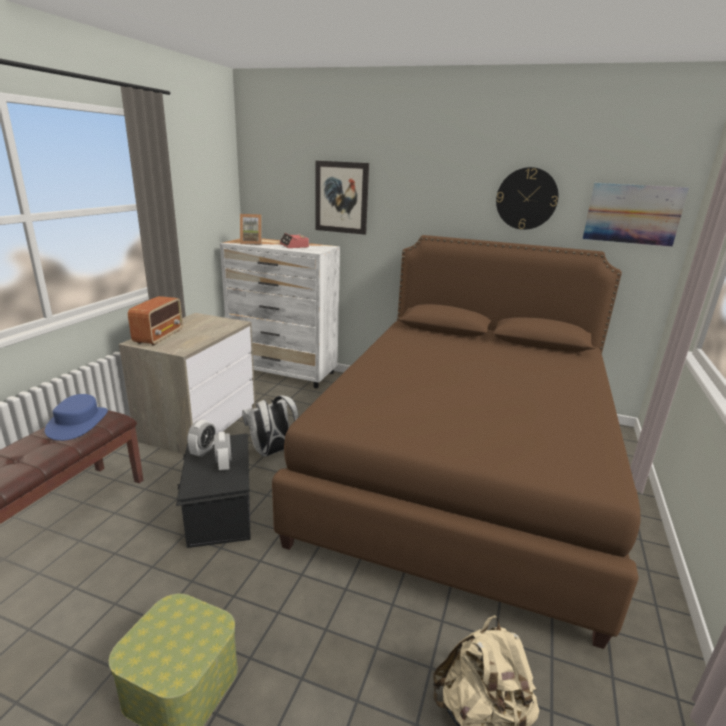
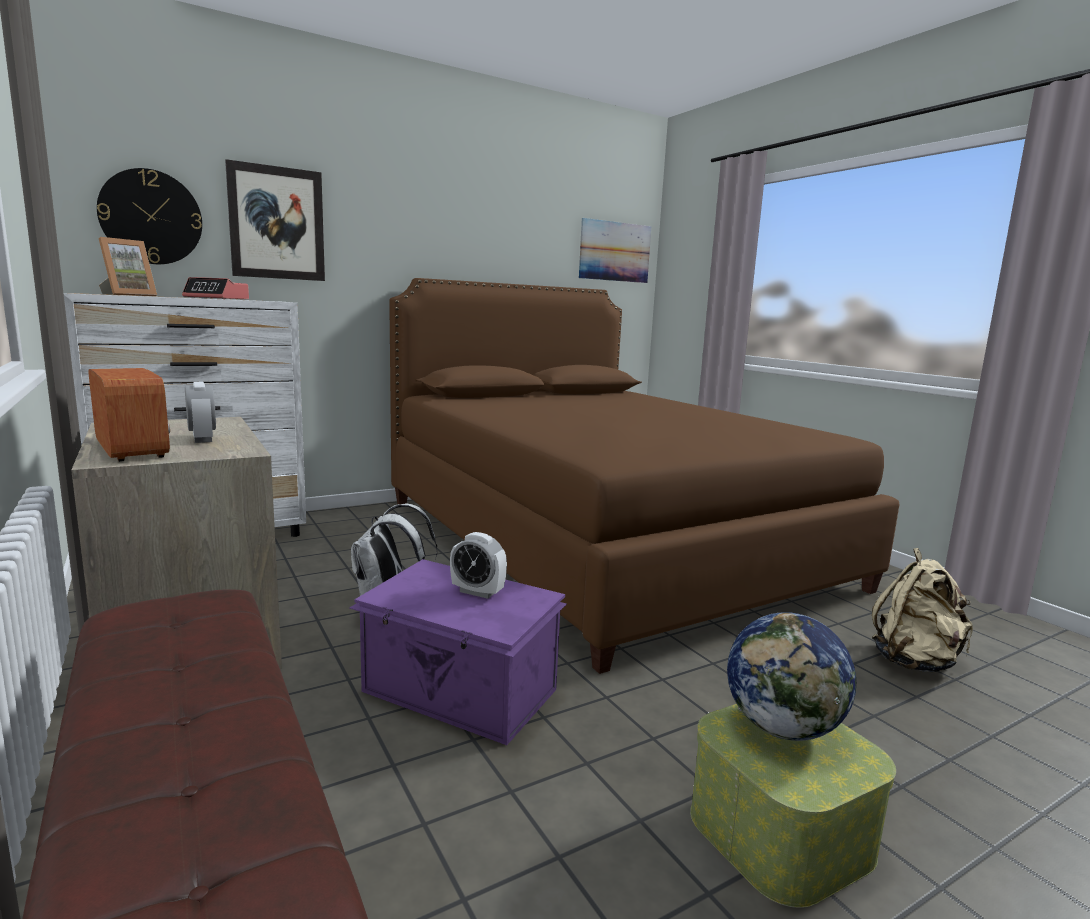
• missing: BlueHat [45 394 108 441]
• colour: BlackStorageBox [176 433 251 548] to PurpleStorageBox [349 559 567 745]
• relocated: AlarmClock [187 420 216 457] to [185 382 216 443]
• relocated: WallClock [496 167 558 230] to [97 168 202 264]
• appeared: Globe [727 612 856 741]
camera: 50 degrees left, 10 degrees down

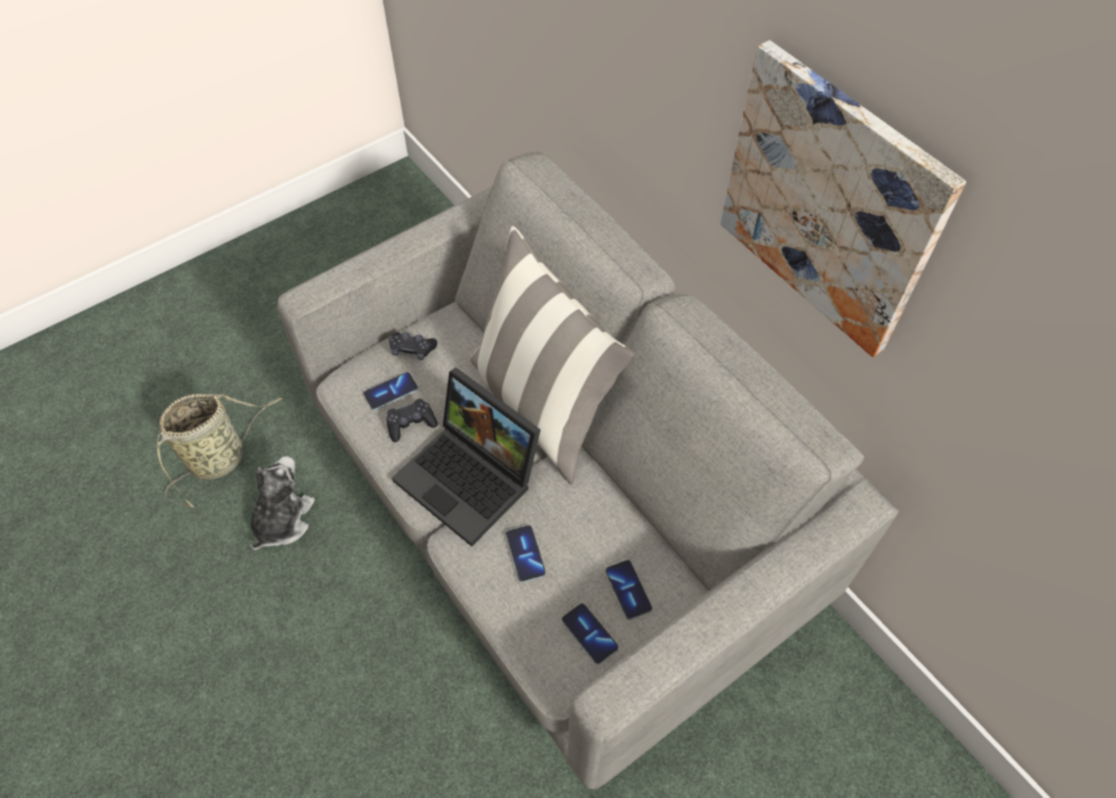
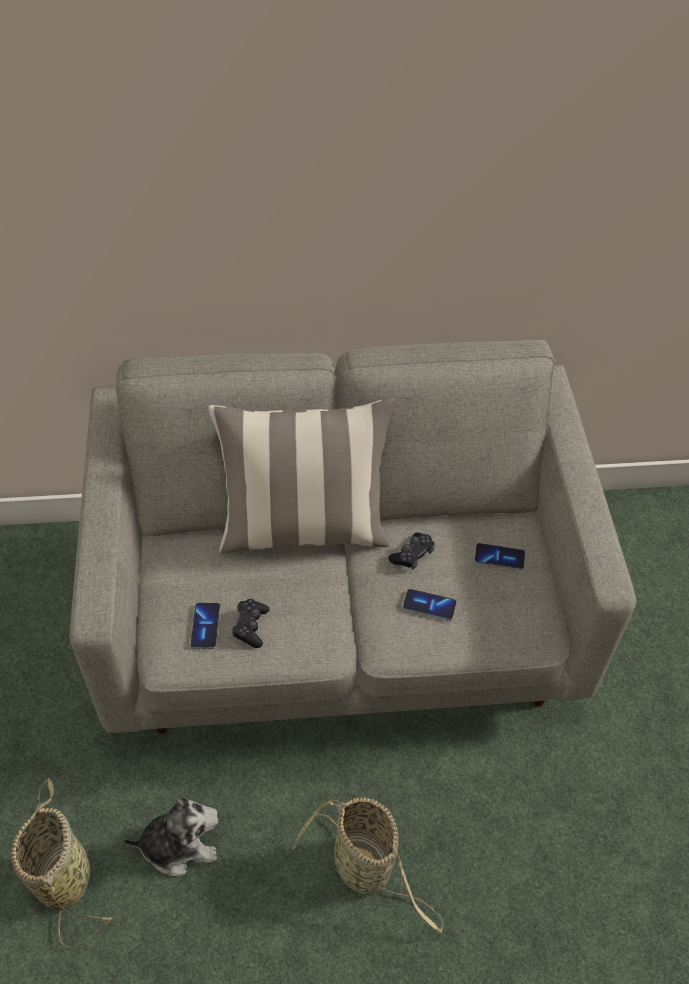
• spun: PlushToy [250 456 315 550] = [122 798 218 876] 120 degrees clockwise
• relocated: BlackGameController [389 332 437 360] to [389 532 435 570]
• missing: Laptop [392 368 541 547]
• missing: Phone [562 603 618 664]
• missing: Picture [720 40 966 357]
• appeared: Basket [293 797 444 933]
camera: 60 degrees left, 5 degrees down

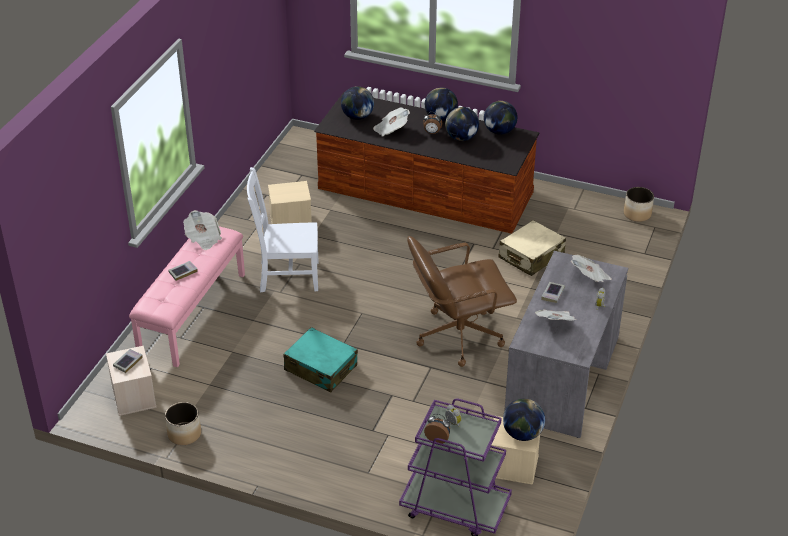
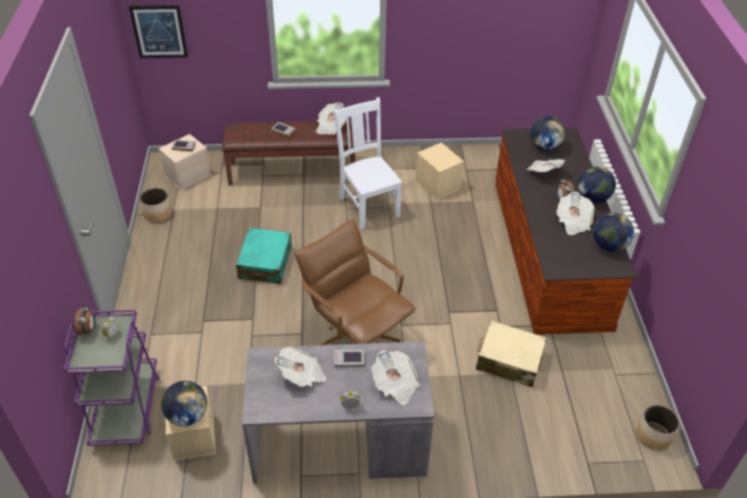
• colour: PinkBench [129 226 245 367] to BrownBench [222 121 355 186]
• exchanged: Globe [445 107 479 141] to Newspaper [556 192 595 235]
• appeared: Picture [129 5 188 58]
camera: 65 degrees right, 5 degrees up

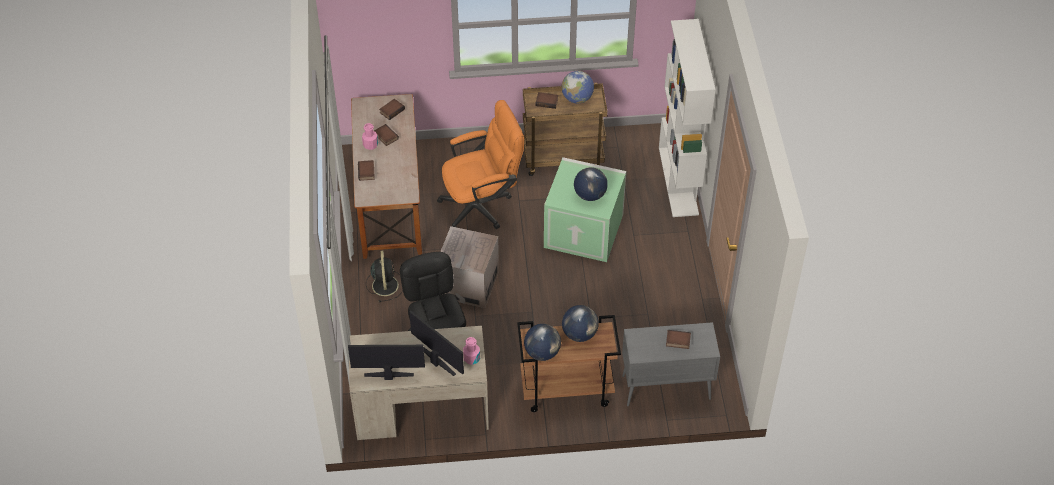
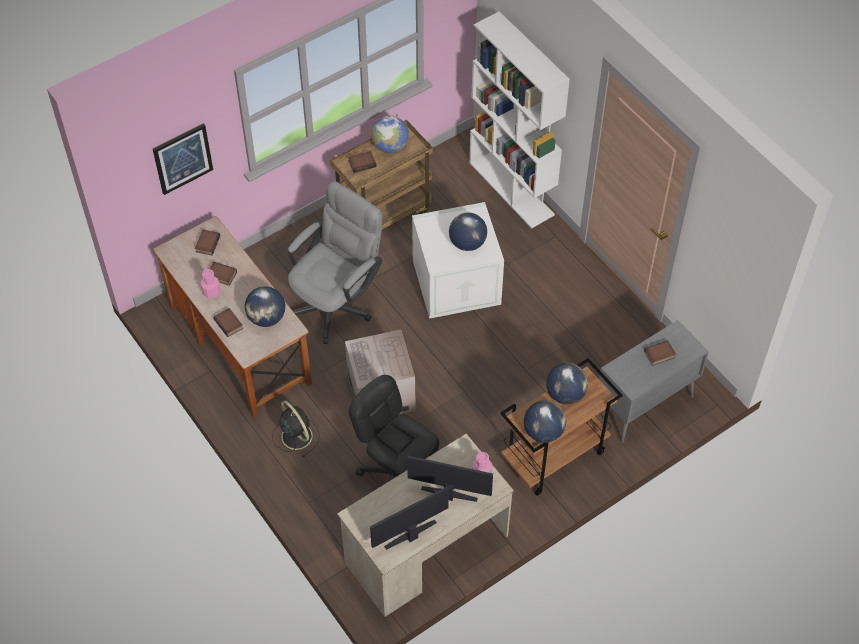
• colour: OrangeOfficeChair [437 100 524 229] to GreyOfficeChair [288 181 383 344]
• colour: GreenStorageBox [544 157 626 262] to WhiteStorageBox [412 202 504 319]
• appeared: Picture [153 123 213 195]
• appeared: Globe [245 286 285 327]
camera: 30 degrees left, 5 degrees up

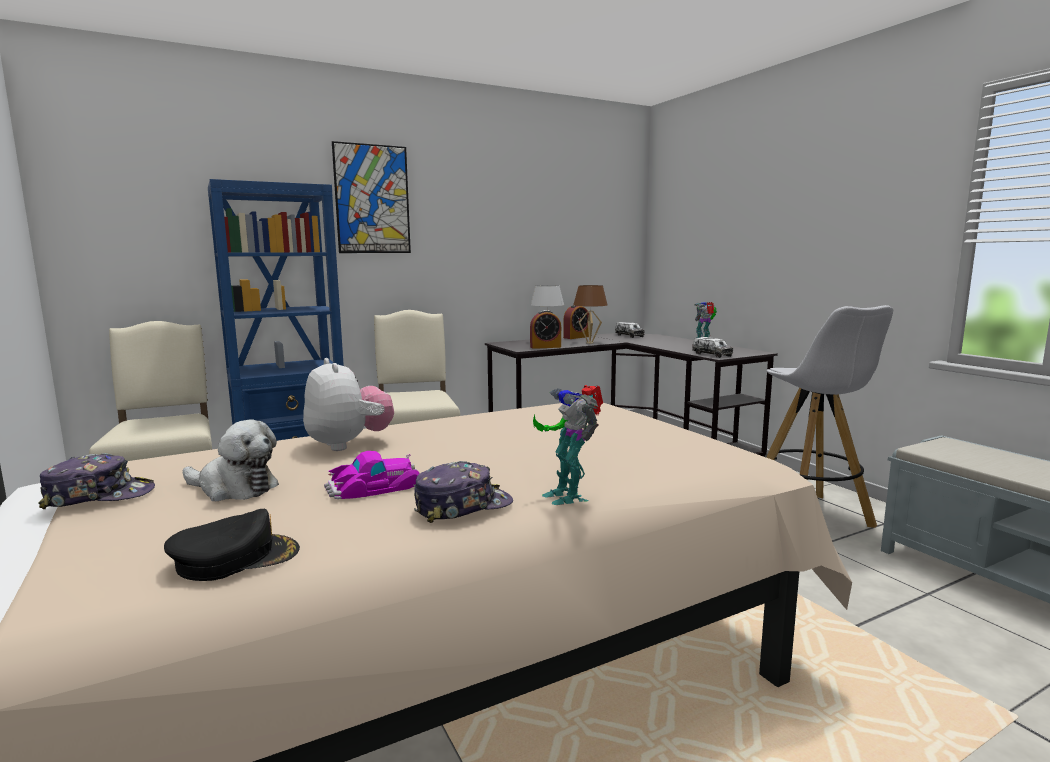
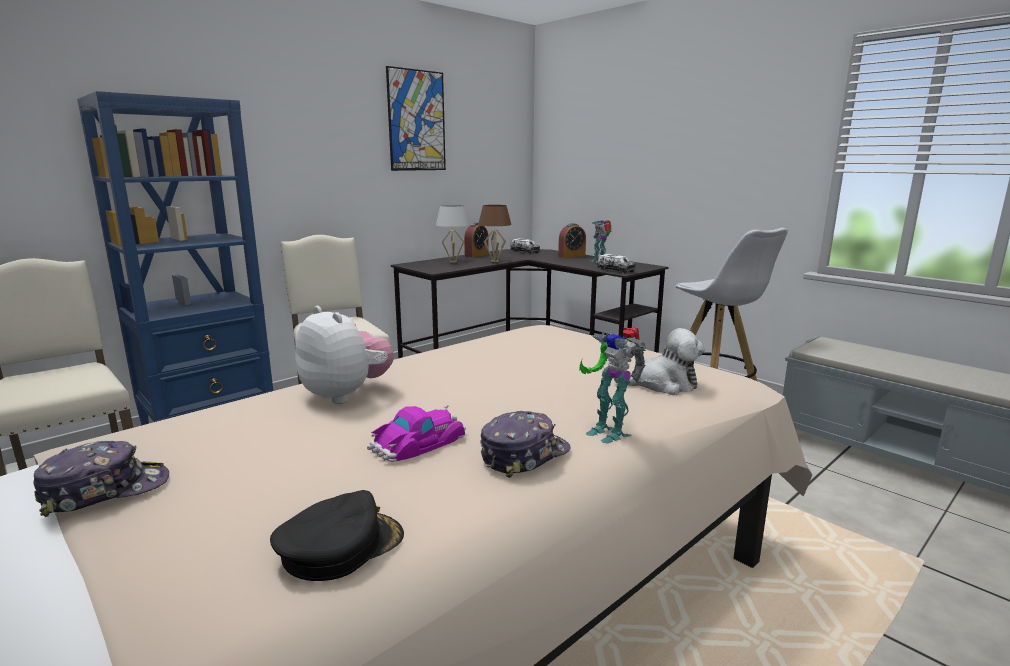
• relocated: PlushToy [183 419 279 501] to [613 328 705 395]
• relocated: Picture [332 141 411 253] to [386 66 446 171]
• relocated: AlarmClock [530 310 561 349] to [558 223 586 258]
camera: 15 degrees left, 5 degrees up

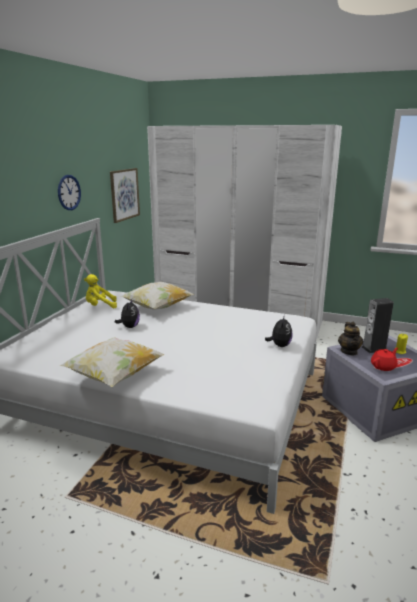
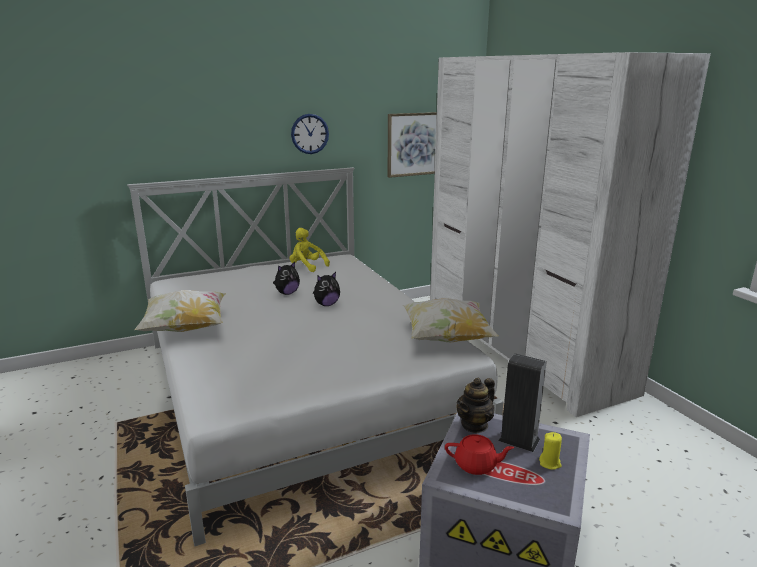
• relocated: Pillow [120 282 194 310] to [403 299 499 342]
• relocated: PlushToy [265 315 293 347] to [313 272 340 306]
camera: 45 degrees right, 0 degrees up

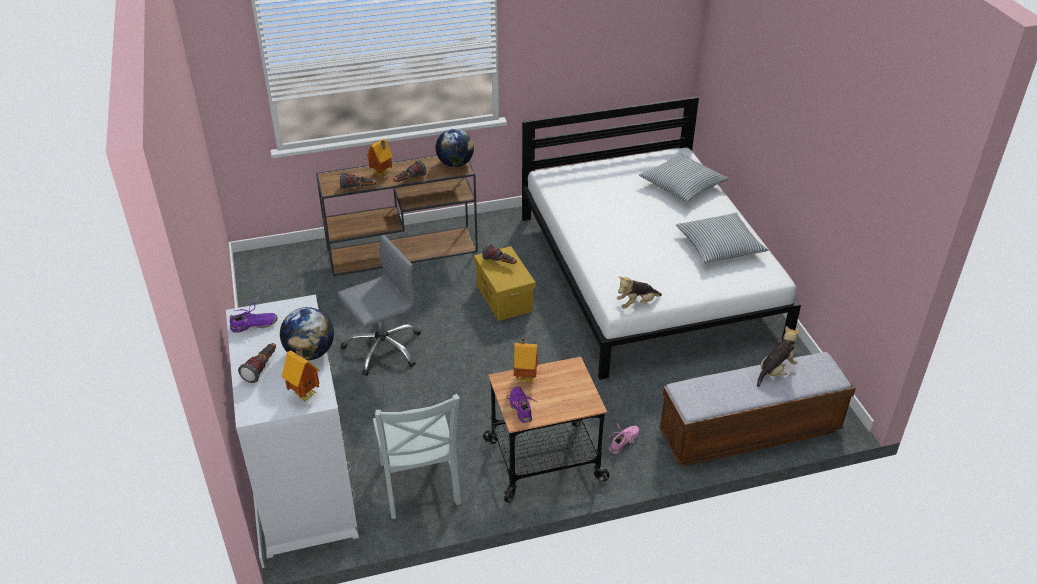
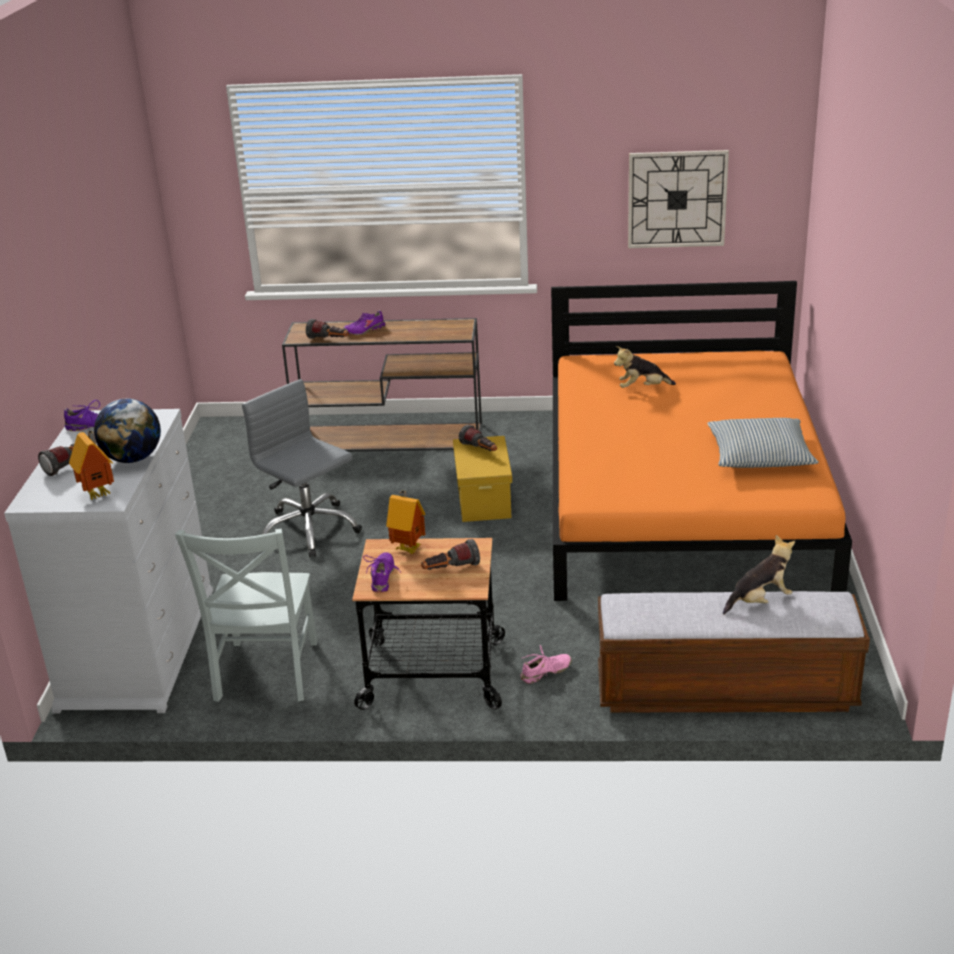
• spun: GreyOfficeChair [337 235 421 376] = [242 379 362 557] 120 degrees counterclockwise
• exchanged: ToyHouse [367 139 393 178] to PurpleShoe [343 310 385 335]
• relocated: Flashlight [393 160 426 182] to [421 539 480 570]
• missing: Globe [436 129 474 167]
• colour: WhiteBed [522 96 801 380] to OrangeBed [551 281 852 601]
• relocated: PlushToy [617 276 662 309] to [614 346 676 388]
• missing: Pillow [639 154 729 202]
• appeared: WallClock [628 150 729 248]
camera: 20 degrees right, 10 degrees down

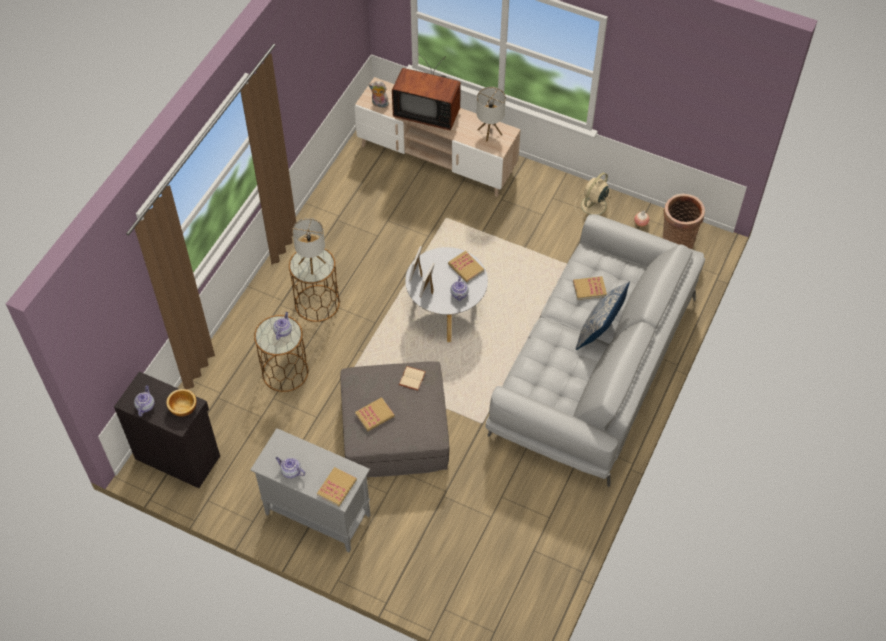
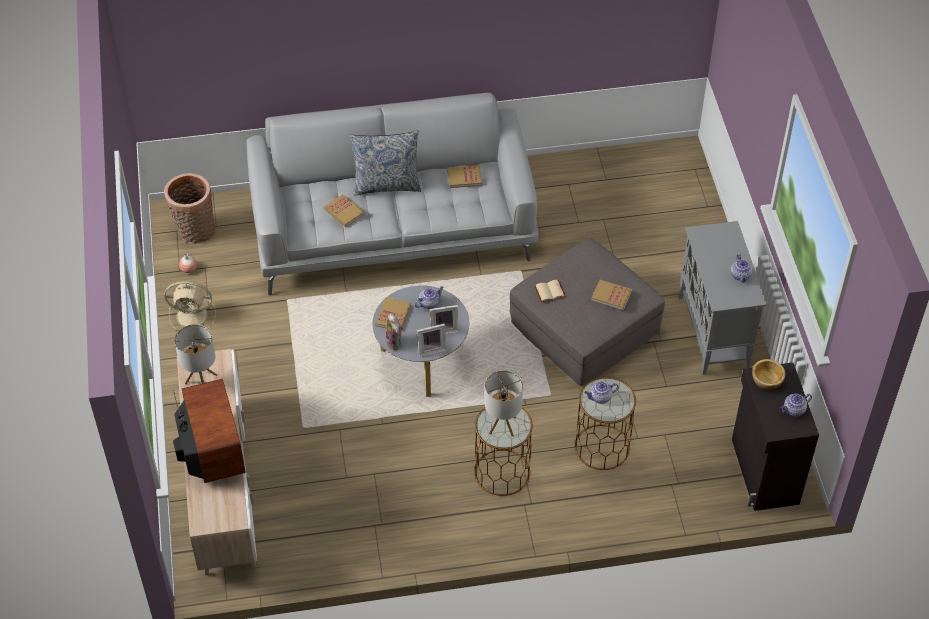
• relocated: Book [317 467 357 506] to [447 165 482 188]
• relocated: PlushToy [368 81 389 108] to [385 313 403 350]
camera: 125 degrees left, 5 degrees down

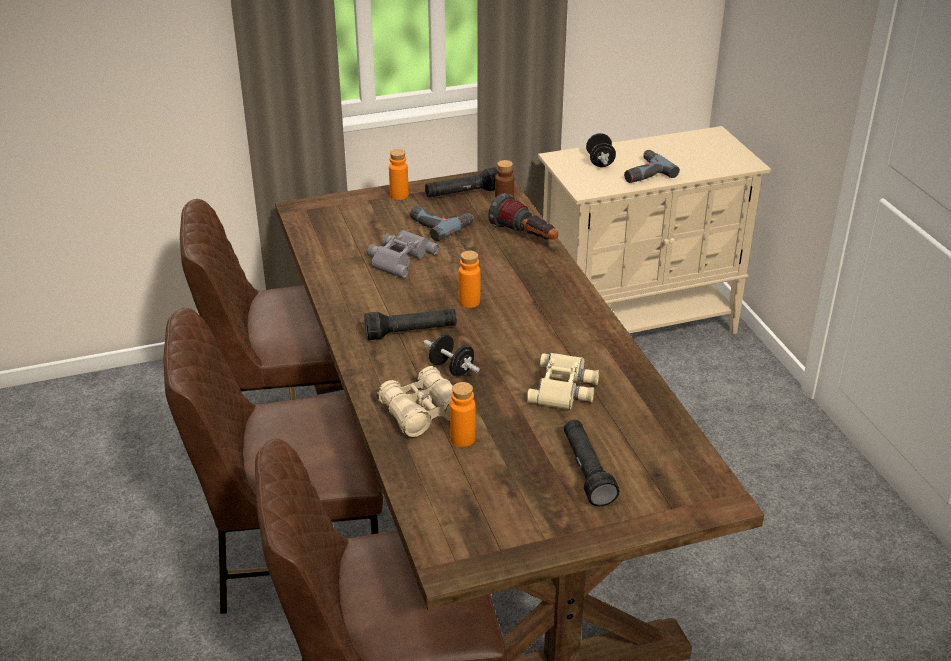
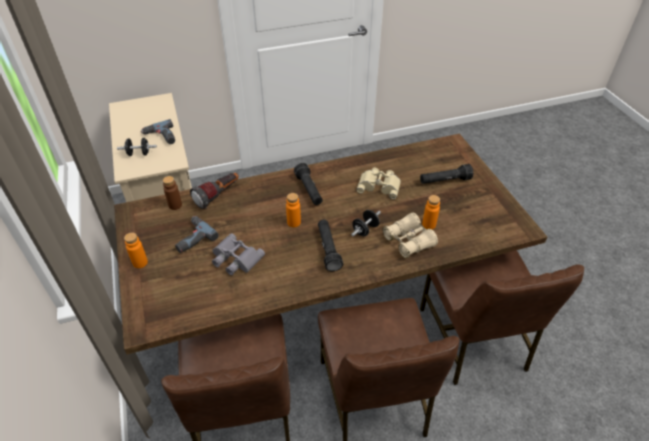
• relocated: BlackFlashlight [425 167 498 197] to [294 163 323 205]
camera: 90 degrees left, 10 degrees up

